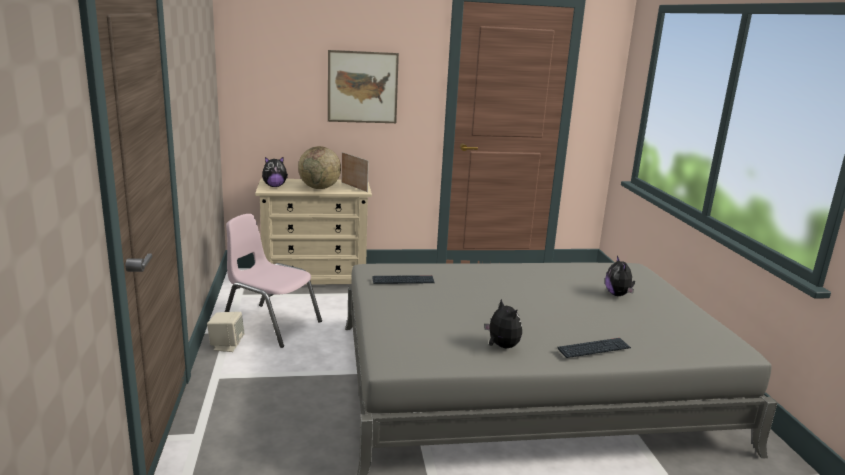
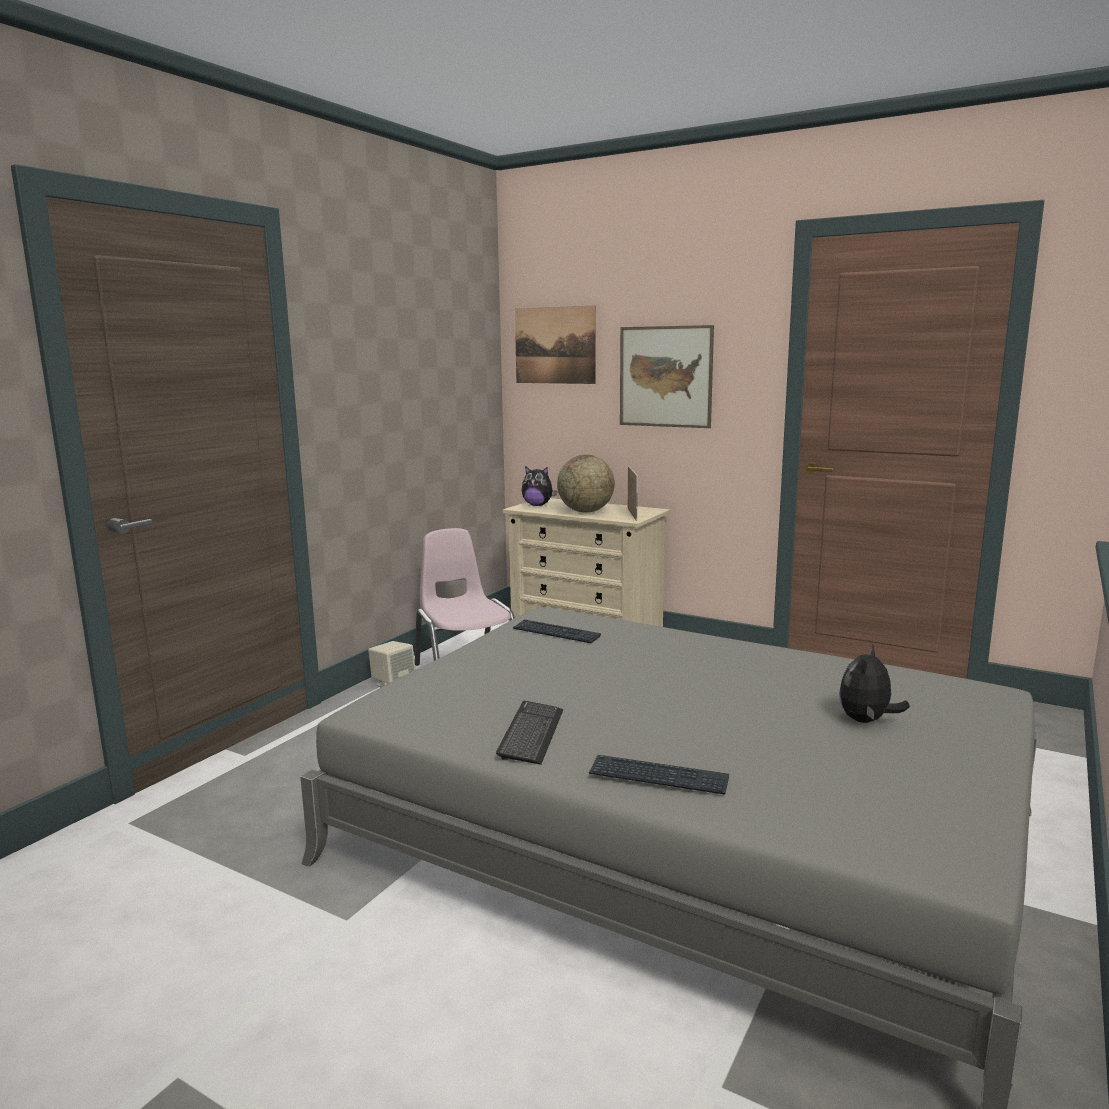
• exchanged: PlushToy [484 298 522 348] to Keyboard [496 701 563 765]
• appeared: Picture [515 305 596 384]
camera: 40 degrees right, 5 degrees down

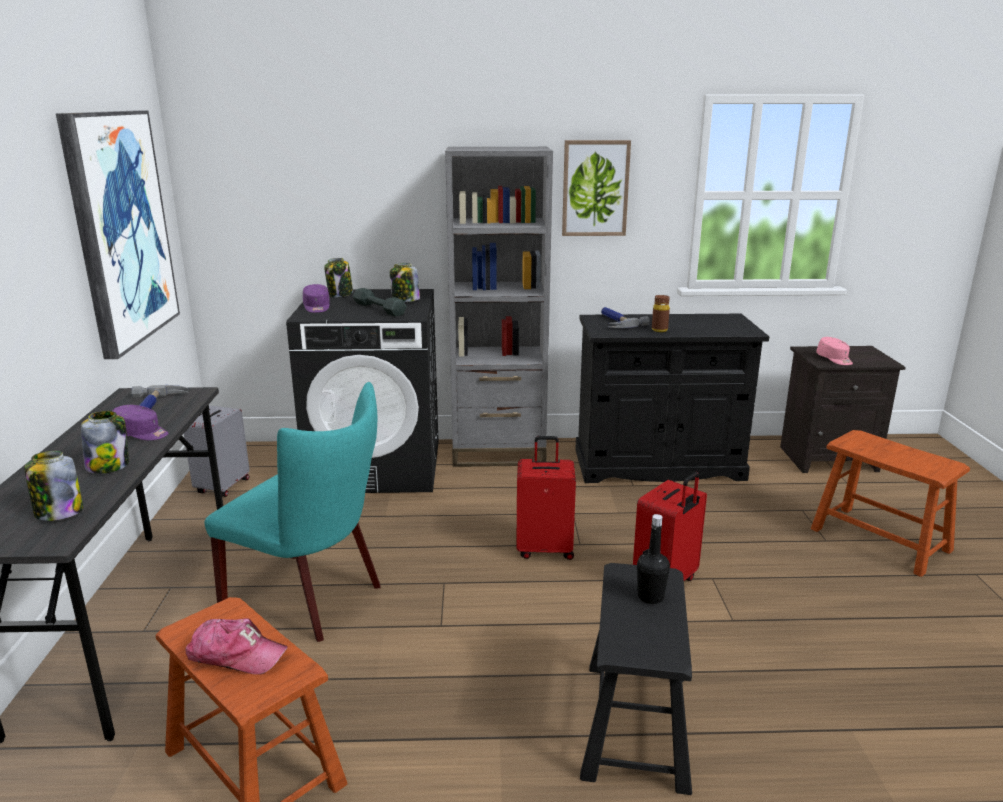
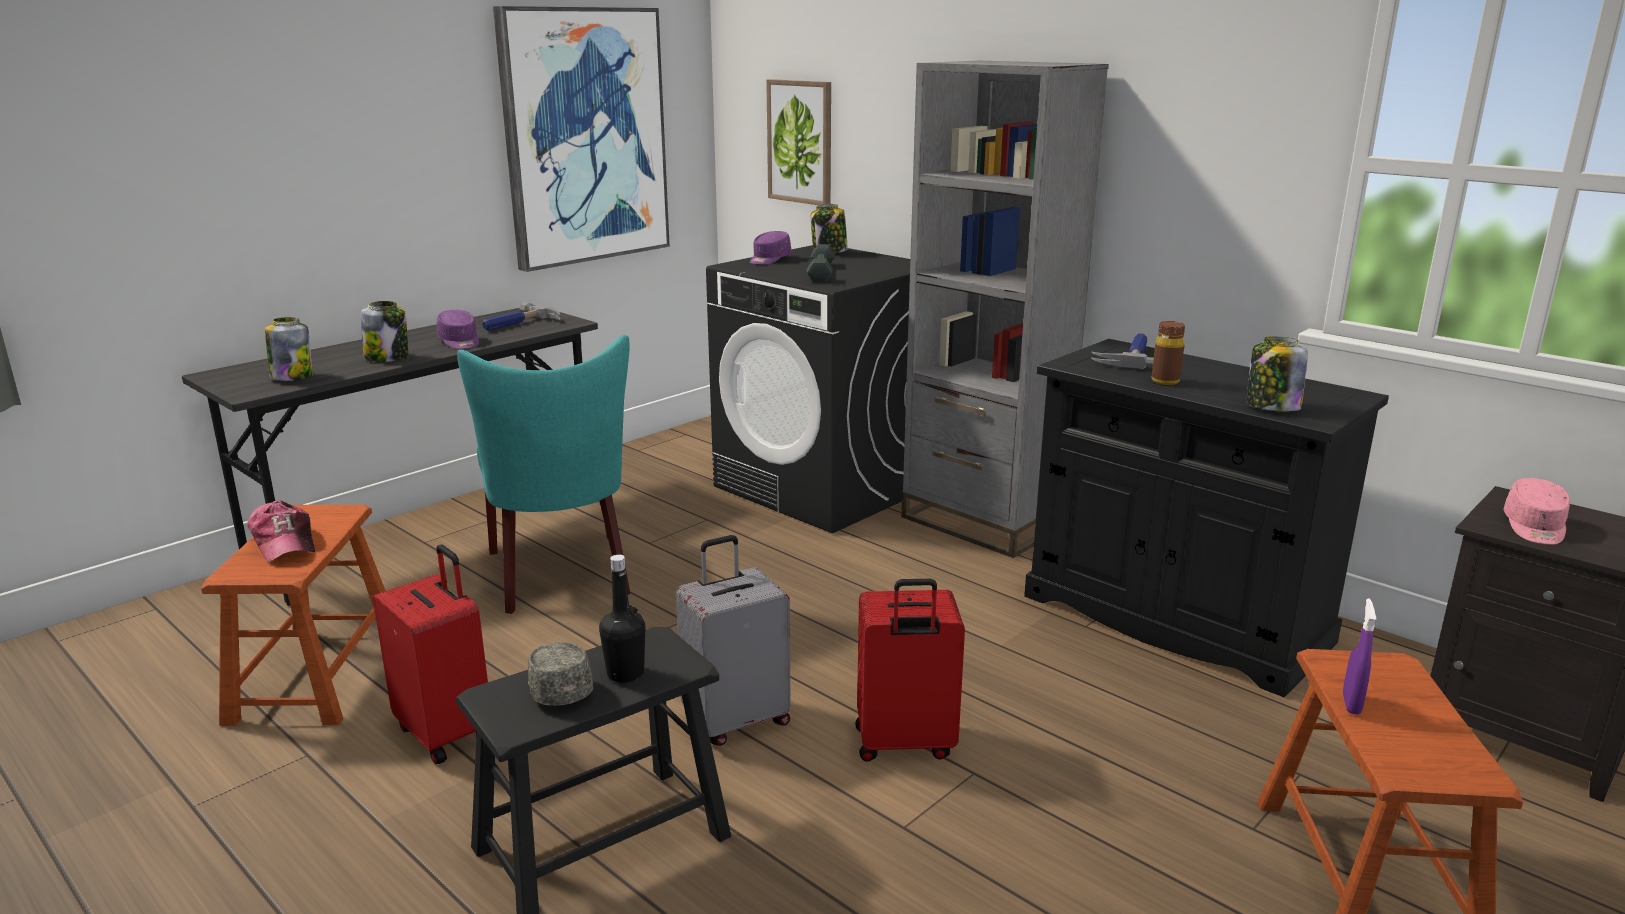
• relocated: GreySuitcase [184 406 250 497] to [676 535 791 746]
• relocated: Jar [390 263 420 302] to [1246 337 1308 411]
• relocated: RedSuitcase [516 436 576 560] to [373 544 488 765]
• relocated: Picture [562 140 631 236] to [766 79 831 205]
• appeared: GreyCap [528 642 593 706]
• appeared: PurpleSprayBottle [1343 599 1376 715]
camera: 45 degrees right, 0 degrees up

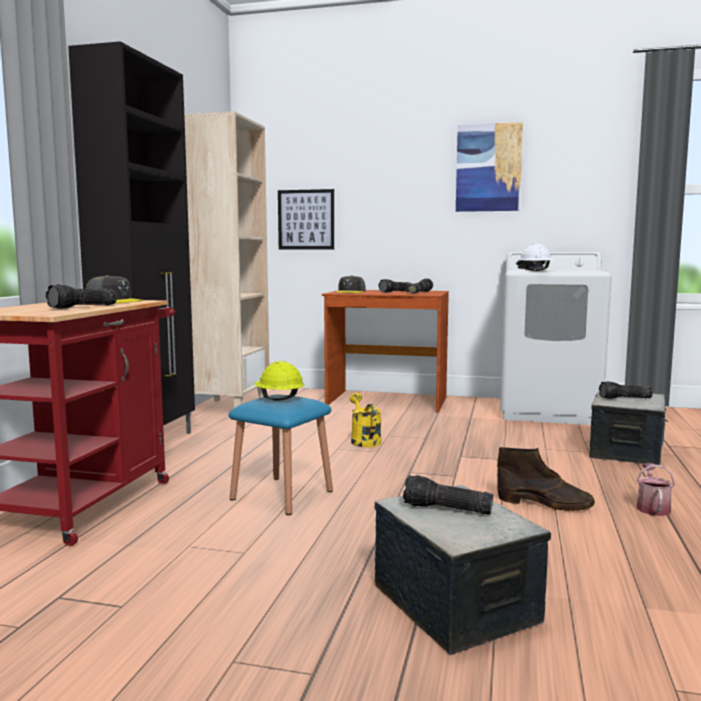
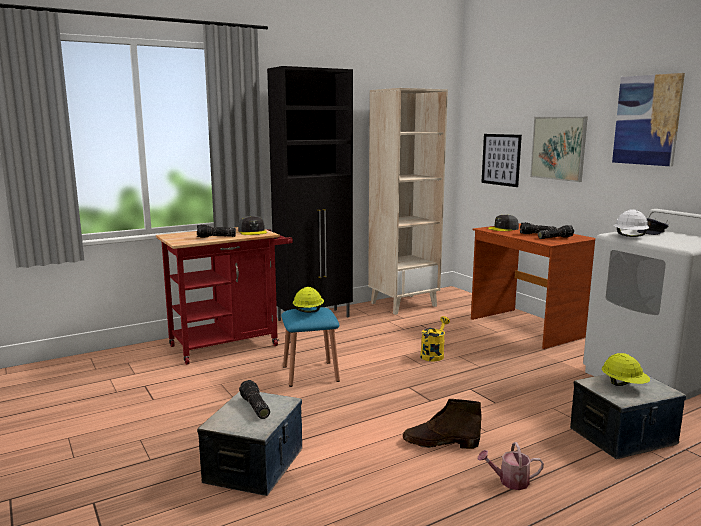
• spun: BrownBoot [497 447 595 511] = [403 399 482 449] 120 degrees clockwise
• exchanged: Flashlight [599 381 653 399] to YellowHardHat [602 353 650 386]
• spun: WateringCan [636 463 675 516] = [477 442 544 490] 150 degrees counterclockwise
• appeared: Picture [530 117 588 182]
camera: 45 degrees right, 5 degrees up

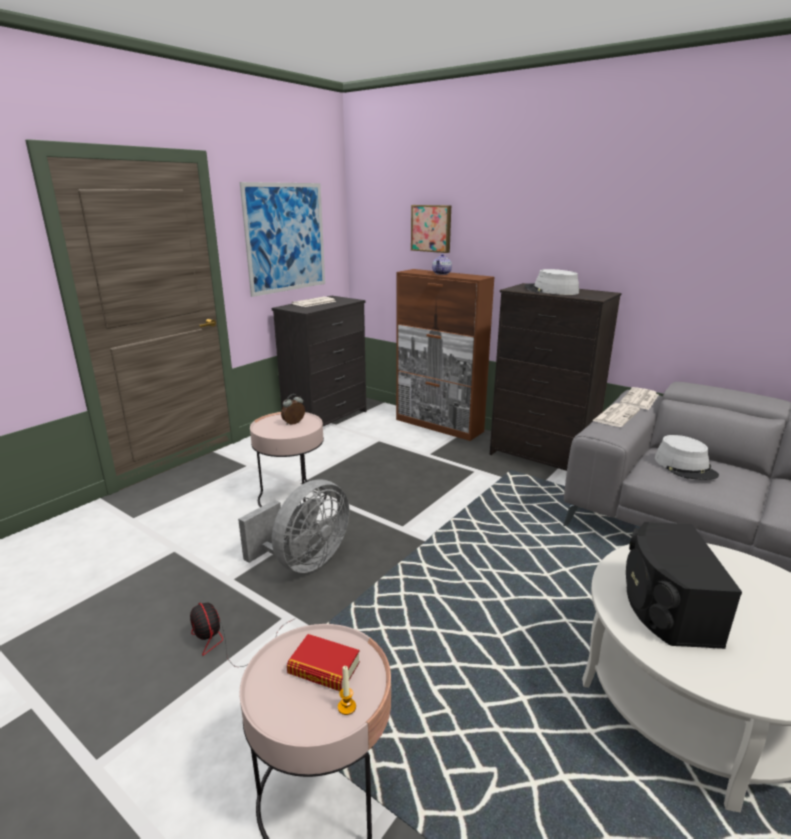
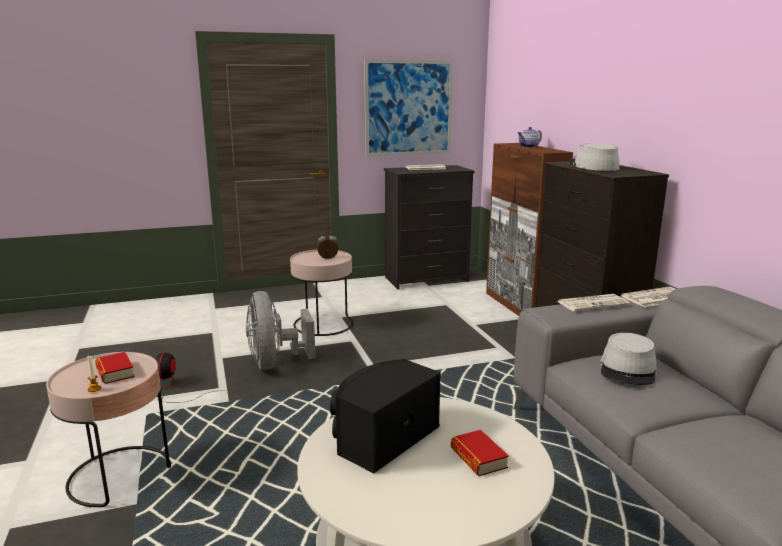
• spun: GreyFan [238 479 350 573] = [246 291 316 370] 90 degrees clockwise
• missing: Picture [411 205 451 253]
• appeared: Book [451 430 509 476]
camera: 35 degrees right, 5 degrees down

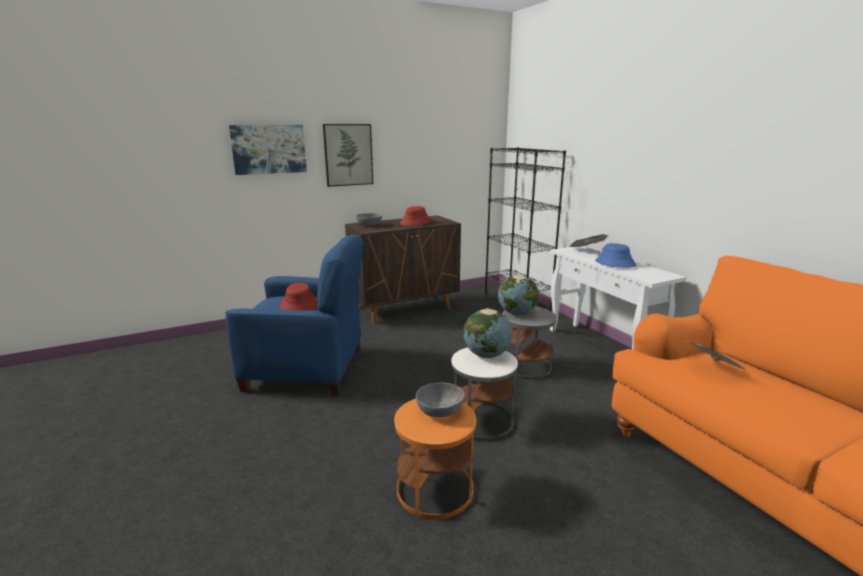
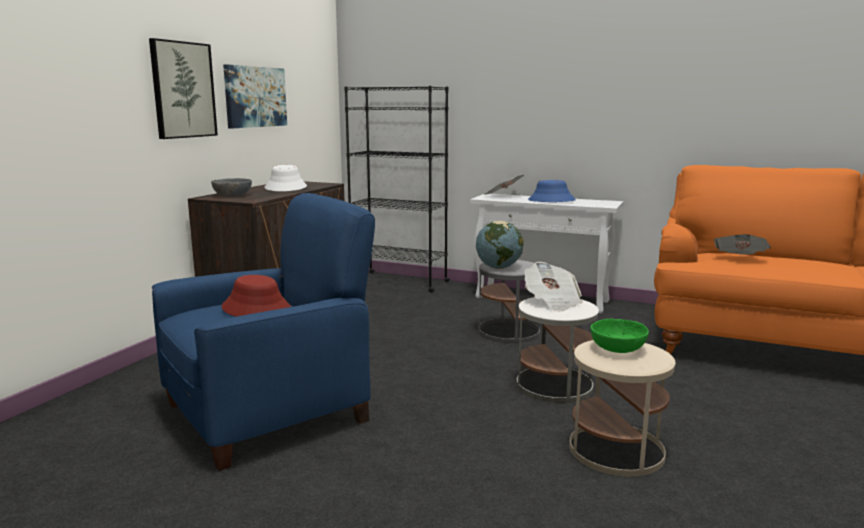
• relocated: Picture [229 125 307 175] to [223 64 287 128]
• colour: OrangeSideTable [394 399 476 520] to BeigeSideTable [569 340 675 476]
• colour: RedHat [400 206 432 226] to WhiteHat [264 165 307 191]
• colour: GreyBowl [416 383 465 417] to GreenBowl [591 319 649 353]
• exchanged: Globe [463 308 512 358] to Newspaper [524 262 583 312]
camera: 40 degrees left, 5 degrees down

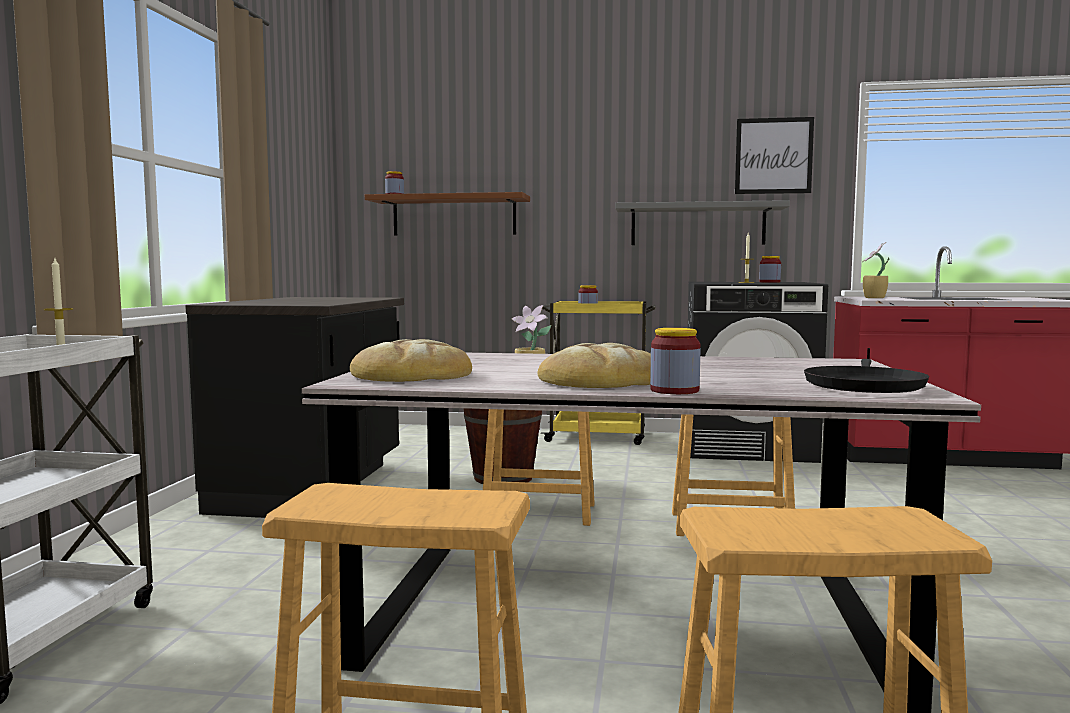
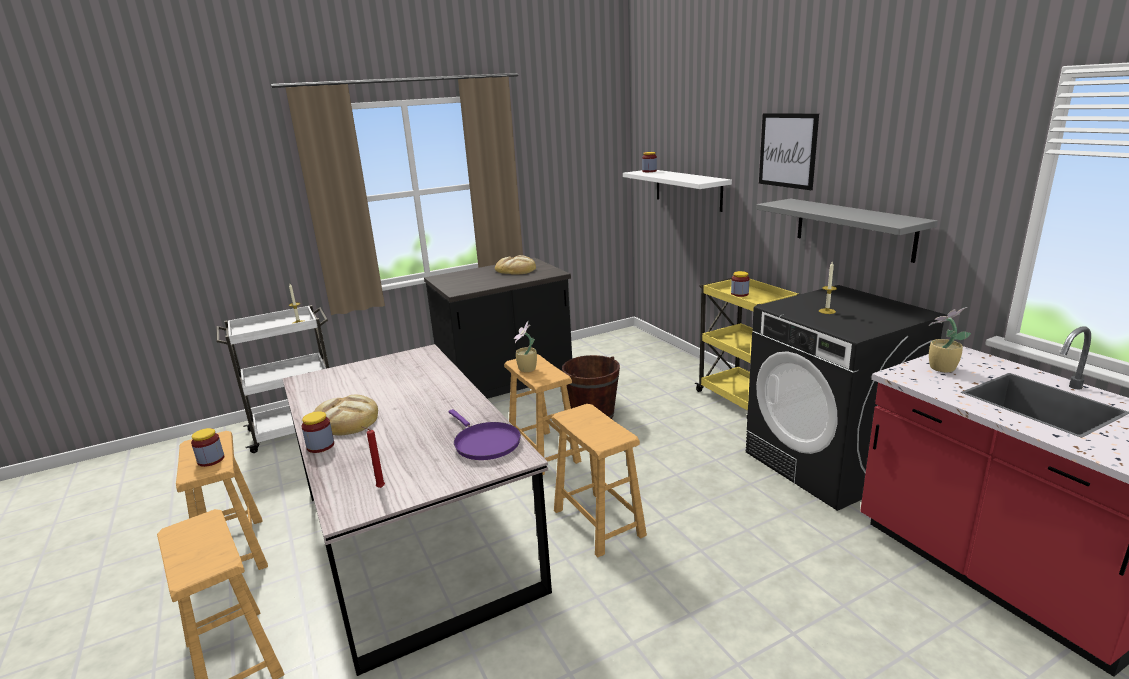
• relocated: Bread [350 339 472 382] to [495 255 536 275]
• colour: BrownShelf [365 192 530 235] to WhiteShelf [623 170 732 212]
• relocated: Picture [735 117 814 194] to [759 113 819 190]
• relocated: Jar [759 256 781 283] to [191 428 225 467]
• exchanged: BlackFryingPan [804 359 929 393] to RedCandle [361 426 385 488]
• appeared: PurpleFryingPan [449 409 521 460]
camera: 55 degrees right, 15 degrees up

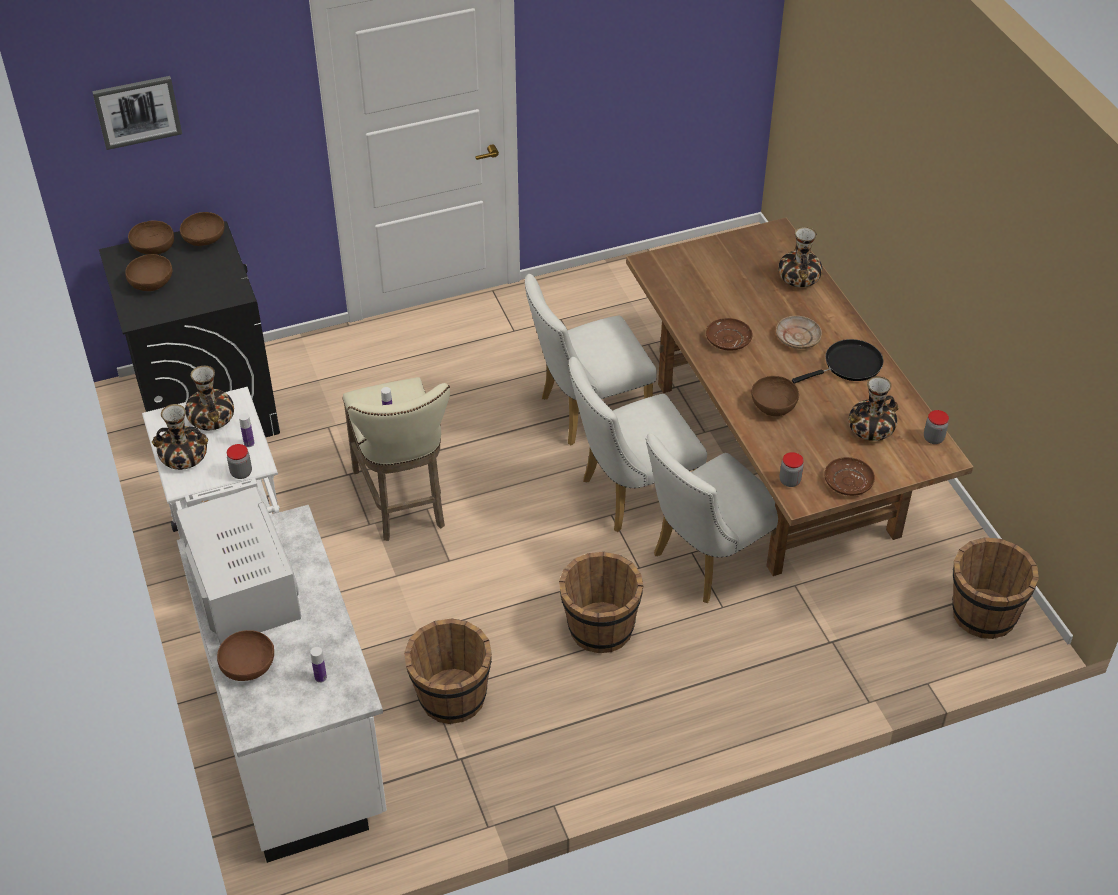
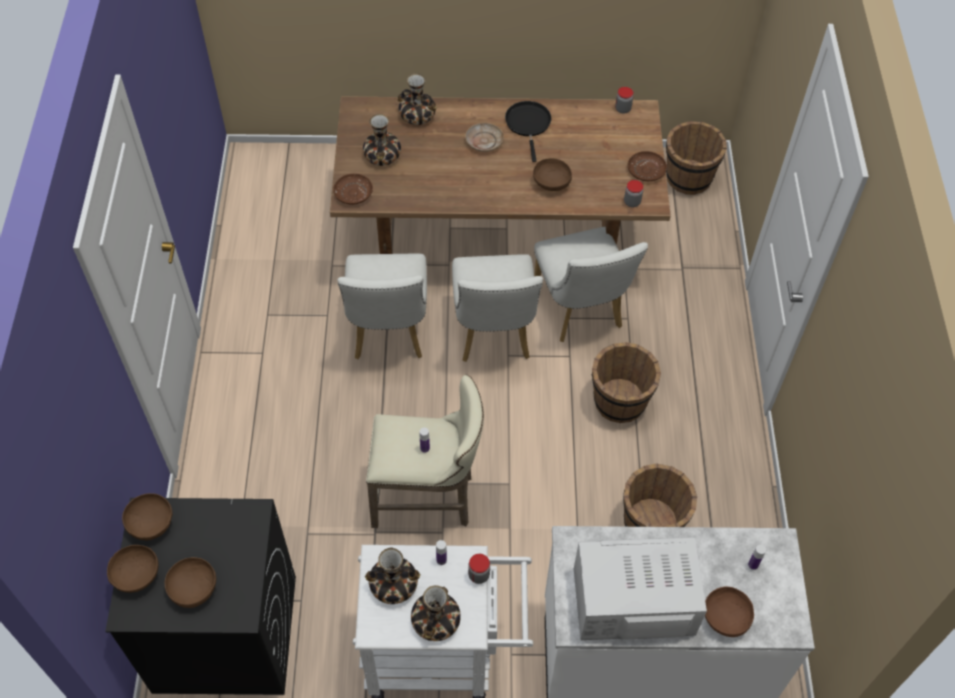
• missing: Picture [92 76 182 150]
• relocated: BrownPlate [706 318 753 351] to [333 173 373 205]
• relocated: Vase [849 376 899 441] to [363 114 401 166]
camera: 70 degrees left, 10 degrees up

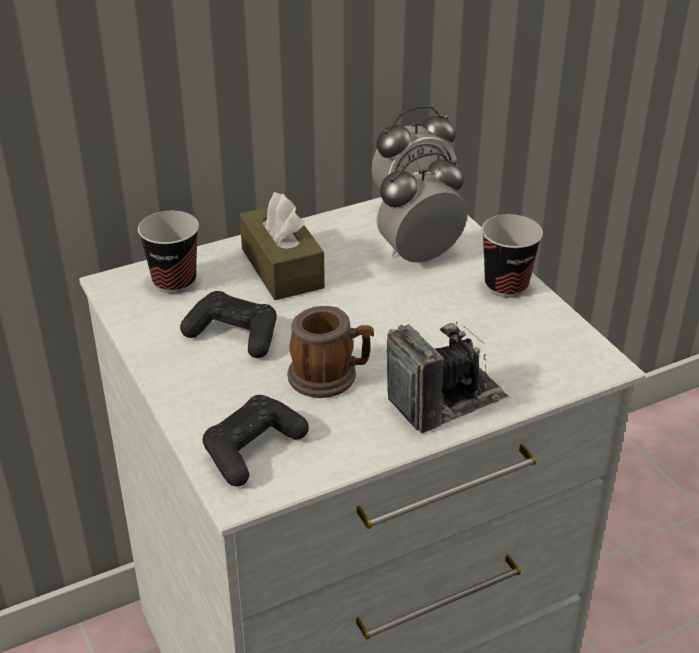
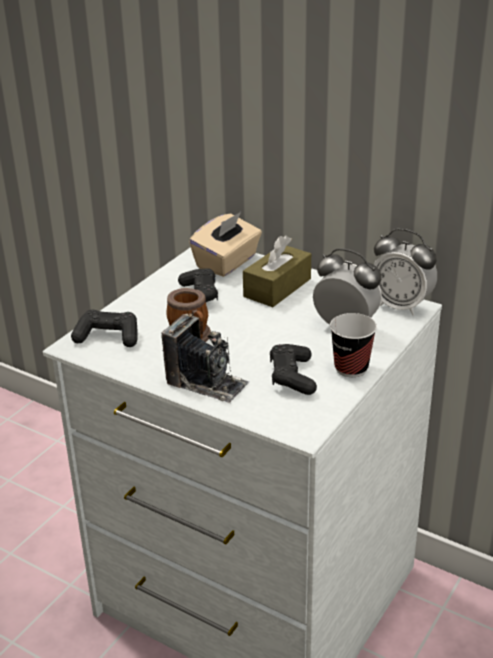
• exchanged: Cup [138 211 199 293] to BeigeTissueBox [189 212 262 277]
• appeared: BlackGameController [270 344 317 395]
camera: 60 degrees right, 5 degrees down

